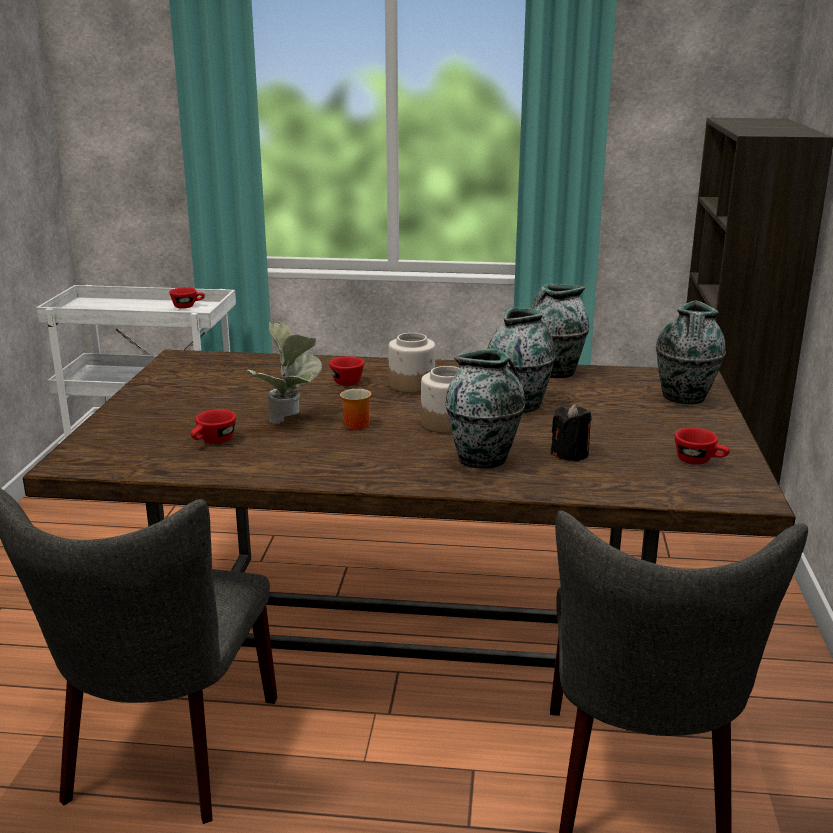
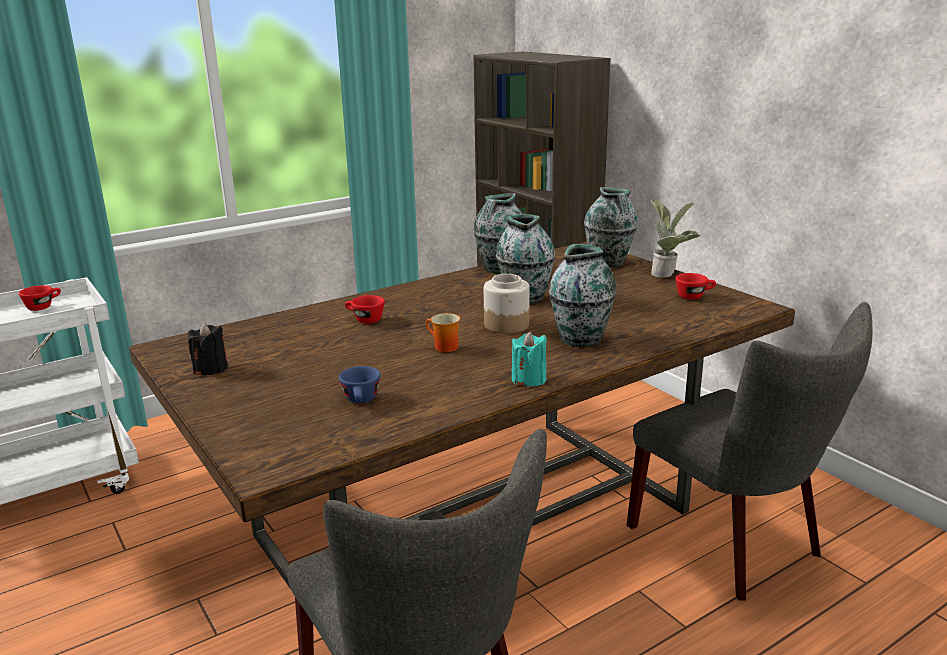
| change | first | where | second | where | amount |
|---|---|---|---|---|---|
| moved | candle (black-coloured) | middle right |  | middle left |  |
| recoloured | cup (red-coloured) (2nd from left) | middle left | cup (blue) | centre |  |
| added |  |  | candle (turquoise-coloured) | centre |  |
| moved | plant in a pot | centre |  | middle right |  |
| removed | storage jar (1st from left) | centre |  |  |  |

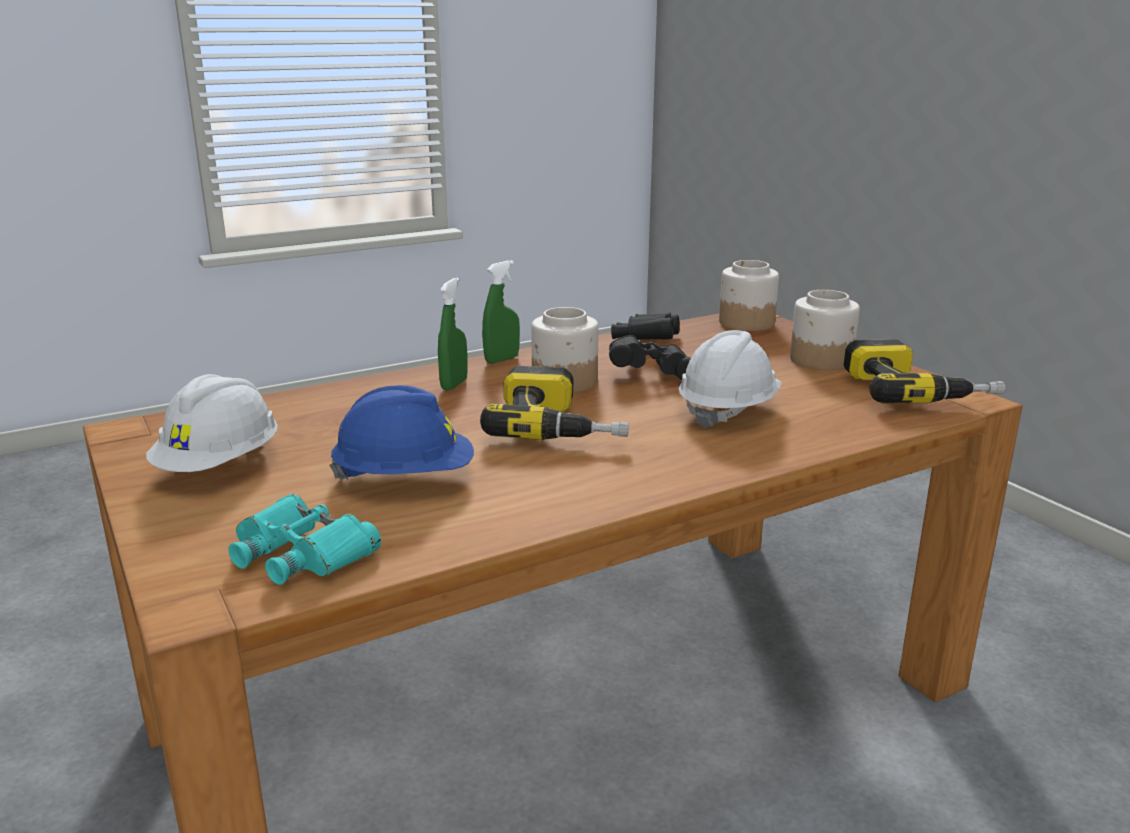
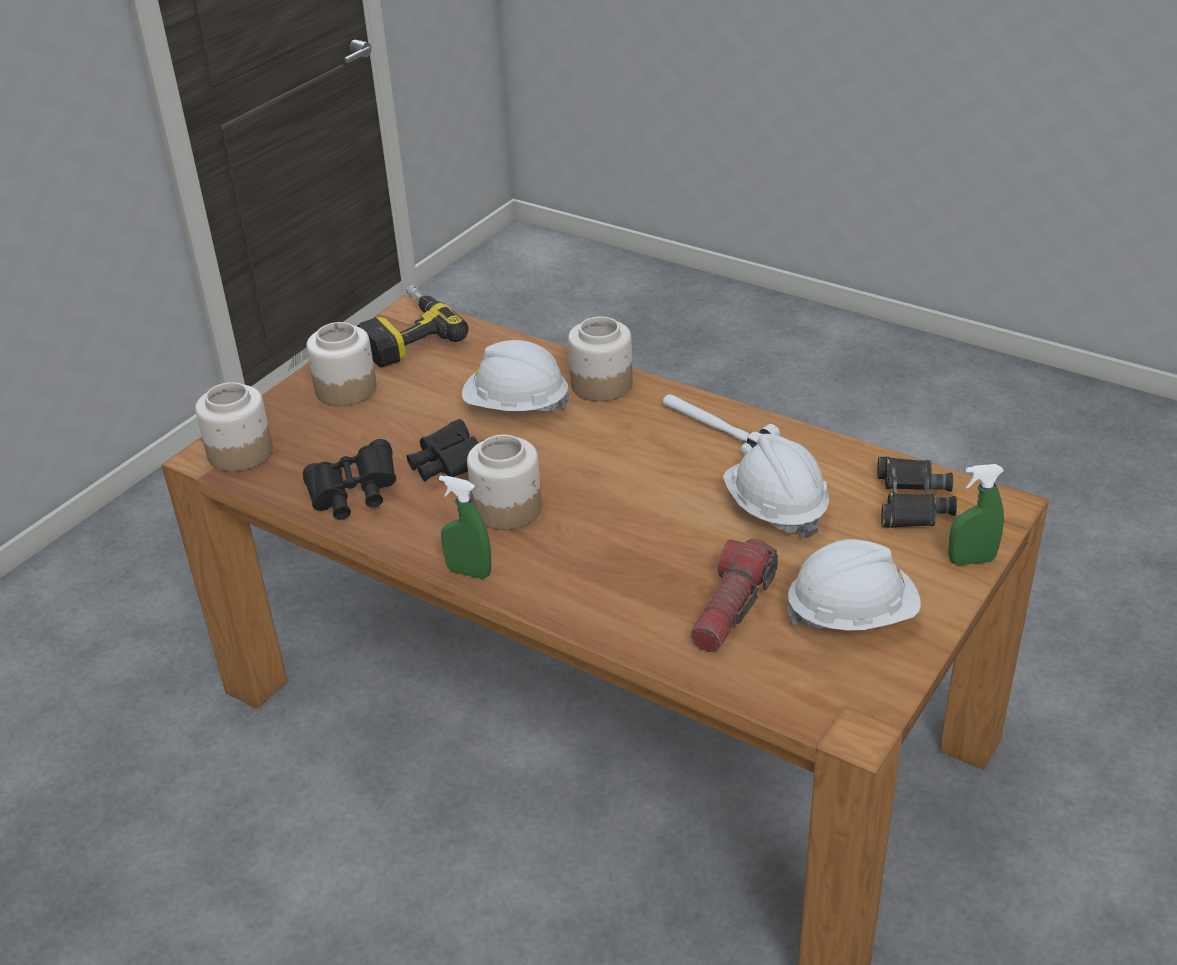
| change | first | where | second | where | amount |
|---|---|---|---|---|---|
| added |  |  | storage jar (4th from left) | centre |  |
| added |  |  | hammer | centre |  |
| added |  |  | torch | centre |  |
| recoloured | work helmet (blue) | centre | work helmet (white-coloured) (2nd from left) | centre |  |
| recoloured | field glasses (turquoise-coloured) | middle left | field glasses (black-coloured) (3rd from left) | middle right |  |
| moved | sprayer (green-coloured) (1st from left in the first image) | centre | sprayer (green-coloured) (2nd from left) | middle right |  |
| removed | drill (1st from left) | centre |  |  |  |

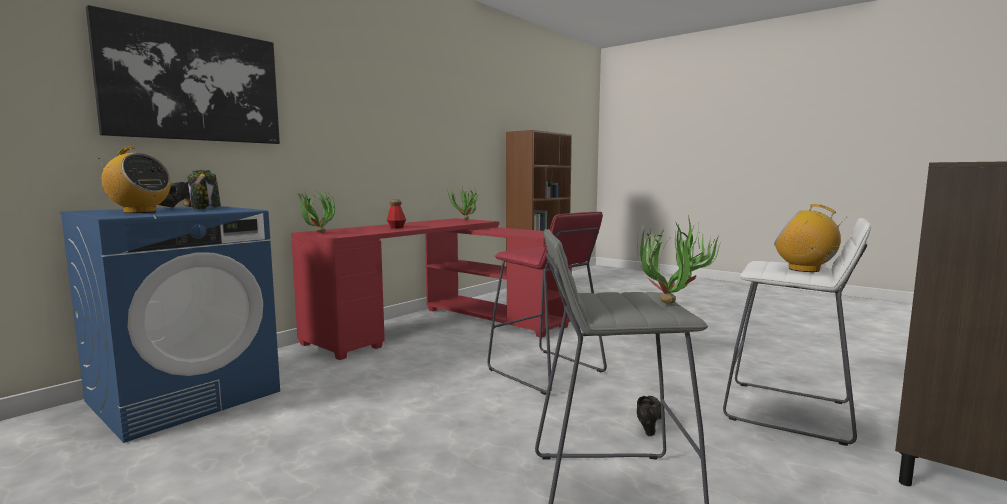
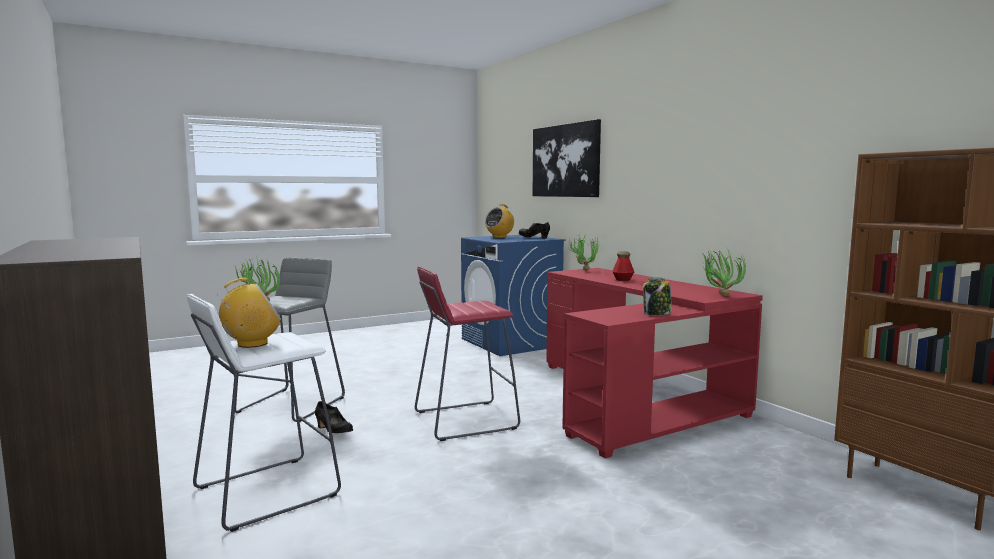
| change | first | where | second | where | amount |
|---|---|---|---|---|---|
| moved | storage jar | middle left |  | centre |  |

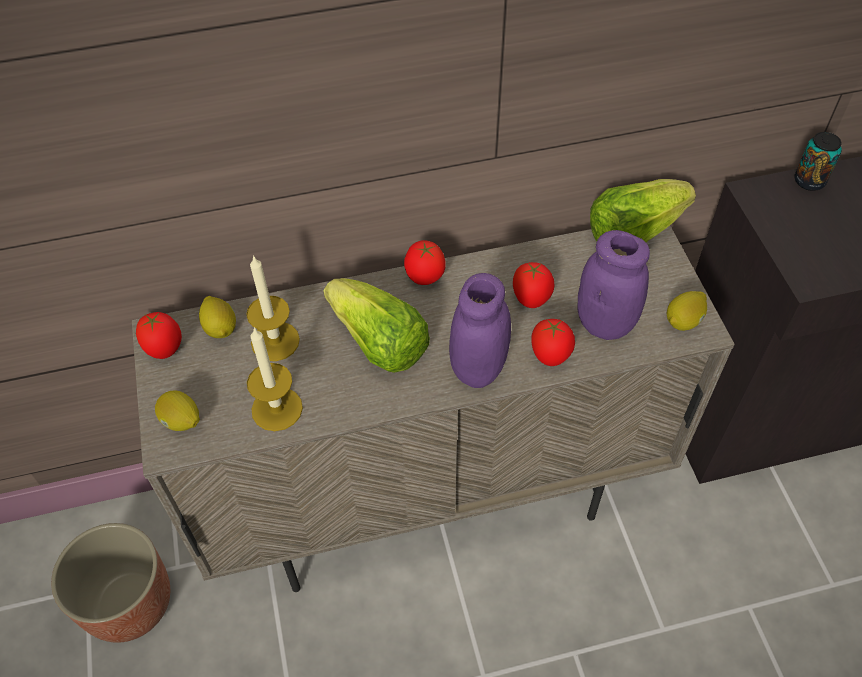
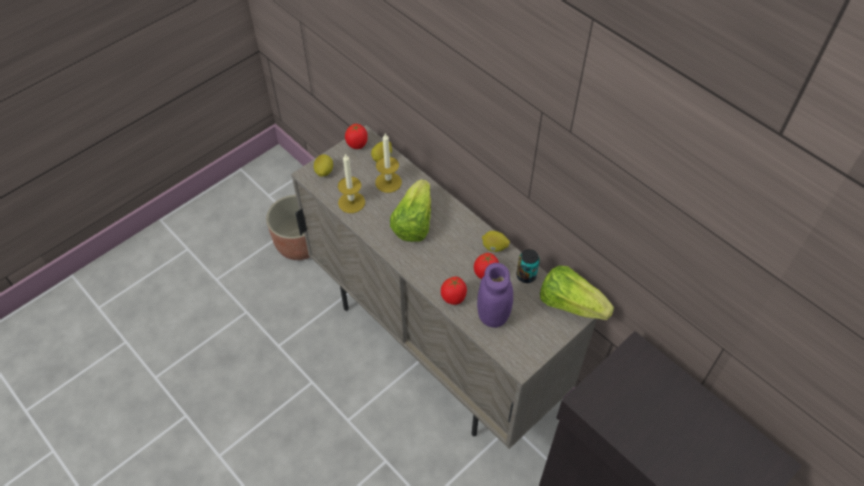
| change | first | where | second | where | amount |
|---|---|---|---|---|---|
| moved | lemon (3rd from left) | middle right |  | centre |  |
| moved | sealed can | top right |  | centre |  |
| removed | whole tomato (2nd from left) | centre |  |  |  |
| removed | storage jar (purplish) (1st from left) | centre |  |  |  |

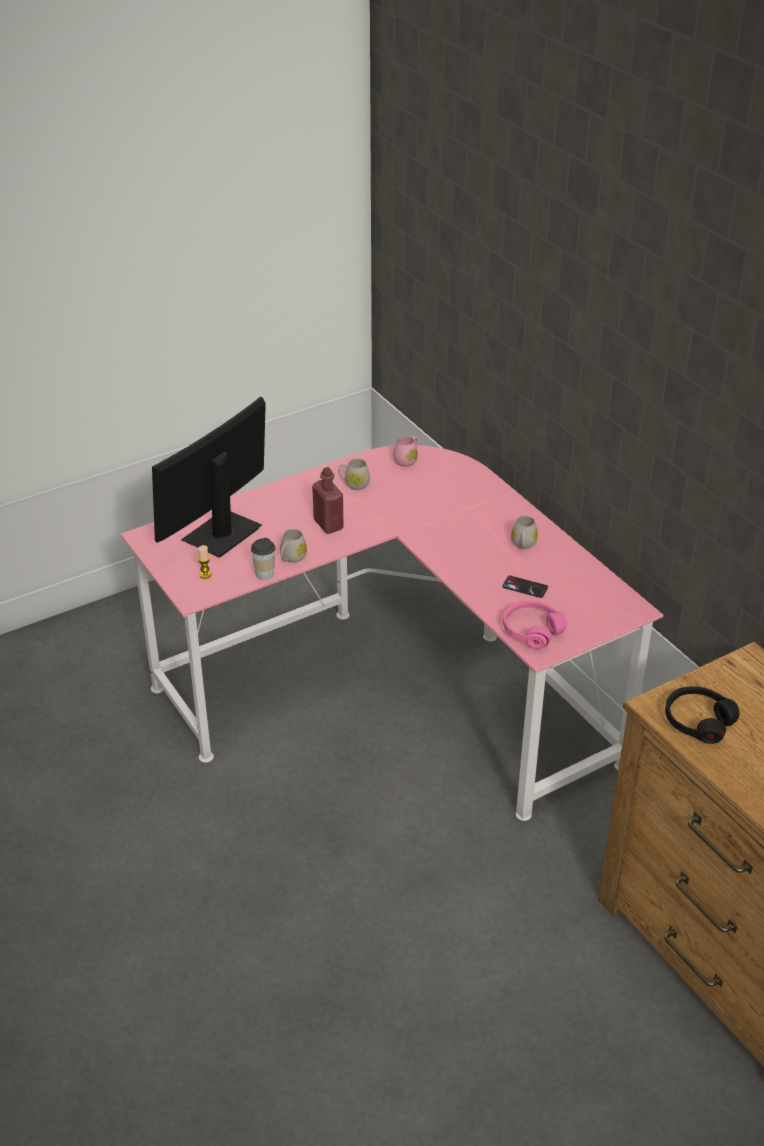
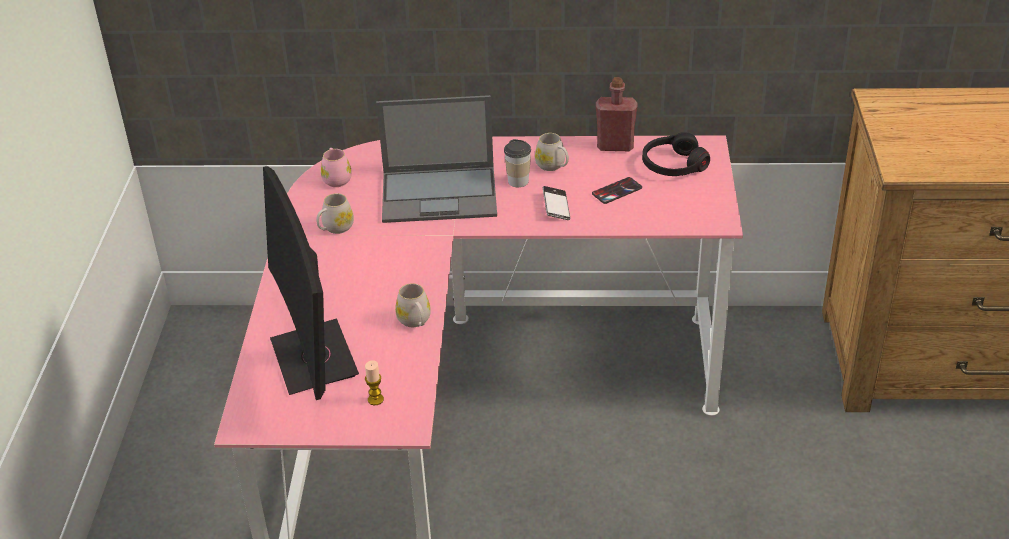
| change | first | where | second | where | amount |
|---|---|---|---|---|---|
| added |  |  | notebook computer | top centre |  |
| moved | cup | centre |  | top centre |  |
| added |  |  | phone (1st from left) | centre |  |
| moved | drink bottle (red-coloured) | centre |  | top centre |  |
| moved | headphones (black-coloured) | middle right |  | top right |  |
| removed | headphones (pinkish) | middle right |  |  |  |

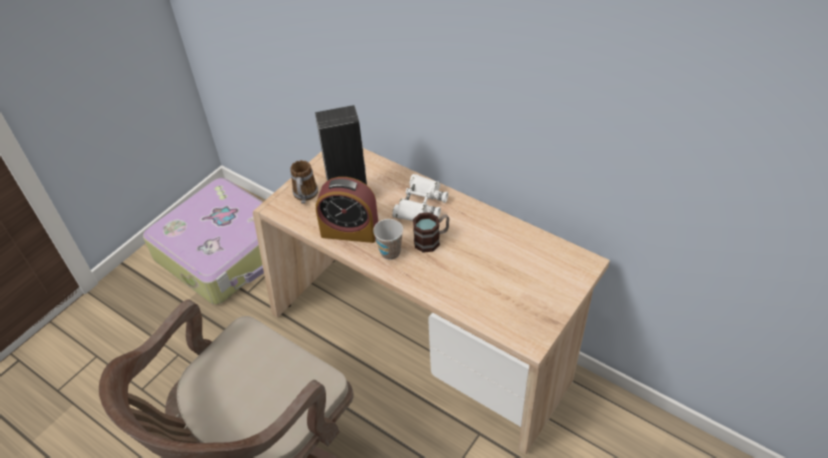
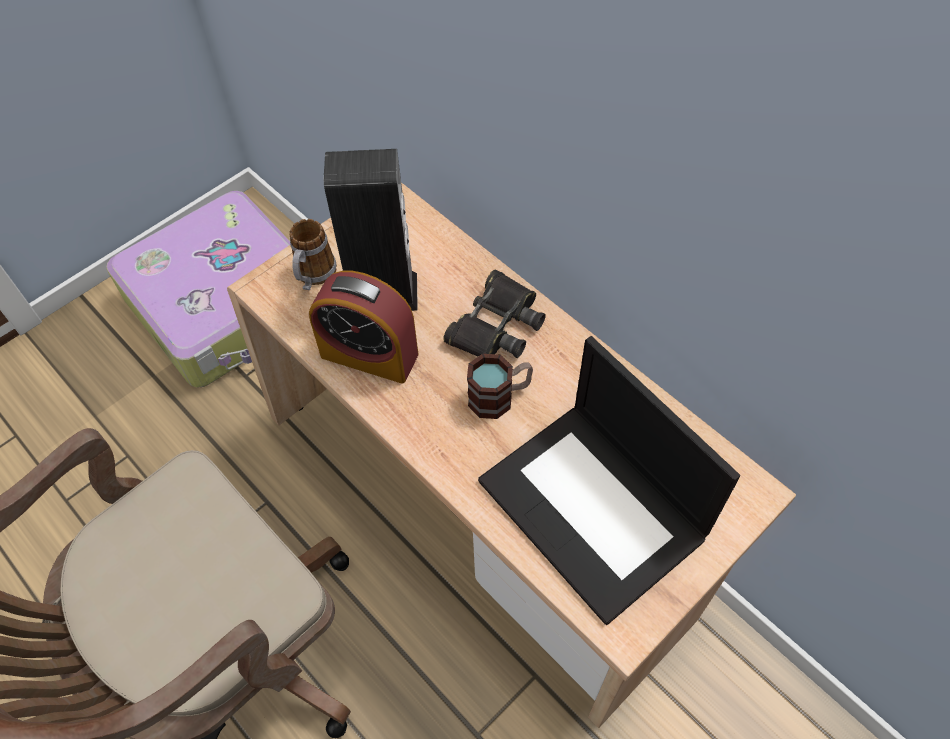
| change | first | where | second | where | amount |
|---|---|---|---|---|---|
| recoloured | field glasses (white-coloured) | centre | field glasses (black-coloured) | centre |  |
| added |  |  | notebook computer | centre |  |
| removed | cup | centre |  |  |  |

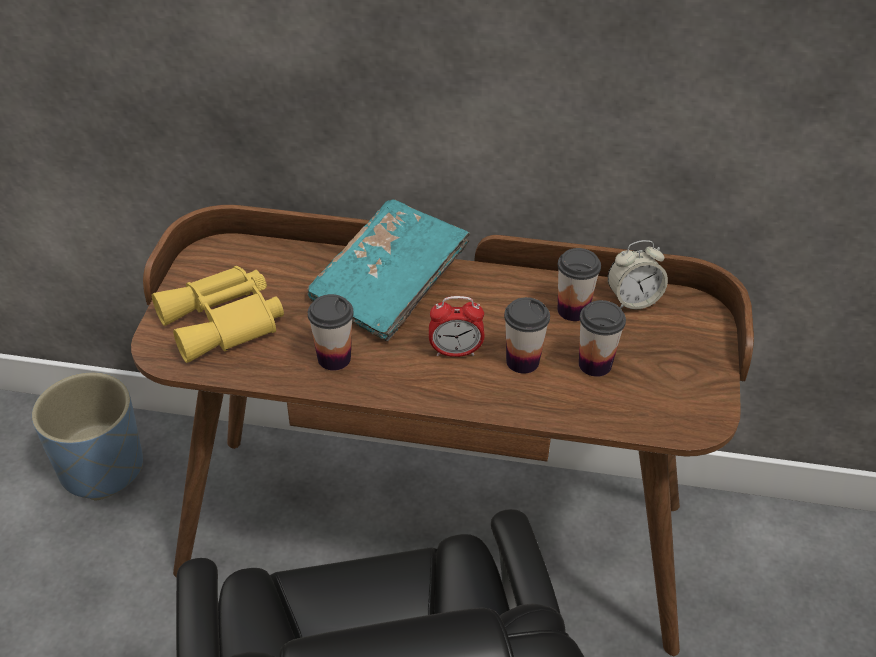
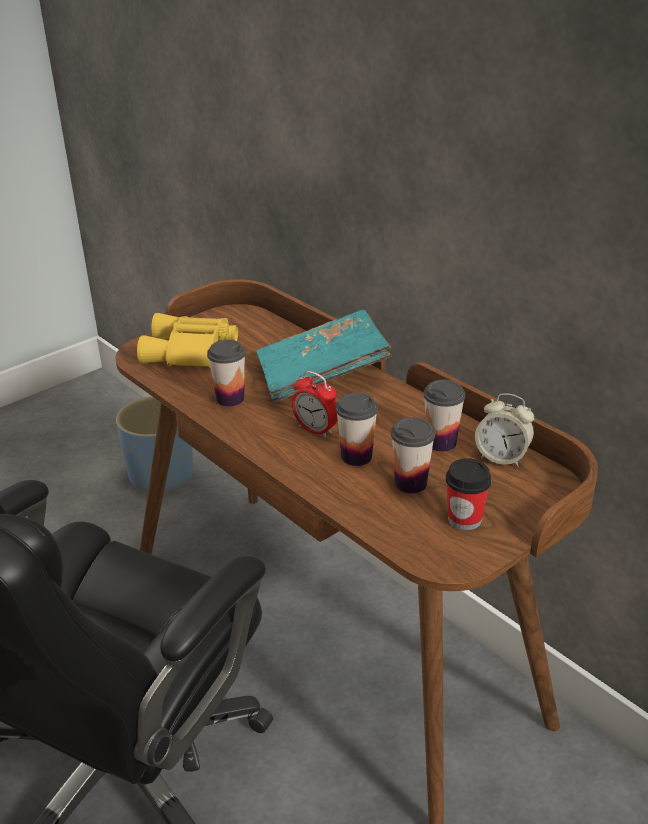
| change | first | where | second | where | amount |
|---|---|---|---|---|---|
| added |  |  | cup (5th from left) | middle right |  |

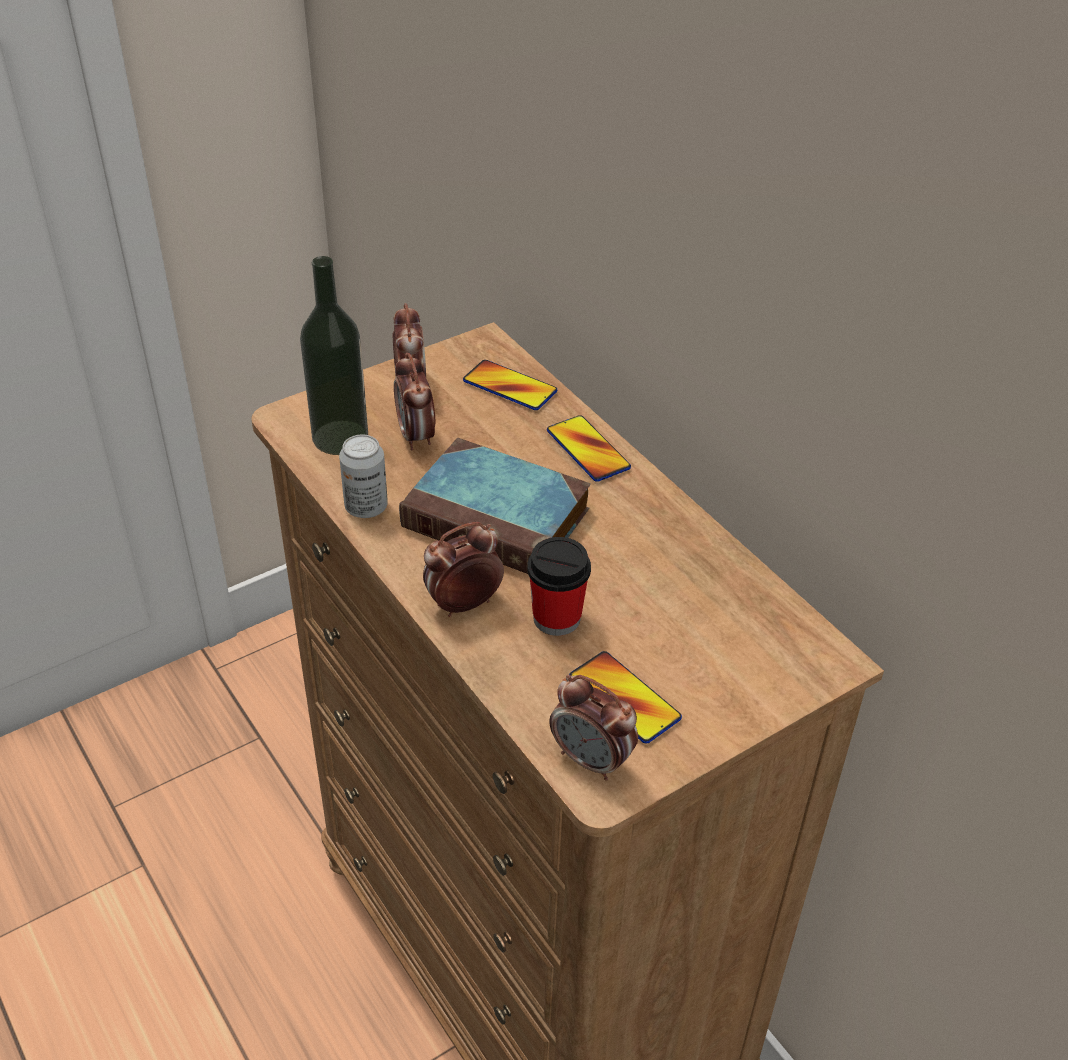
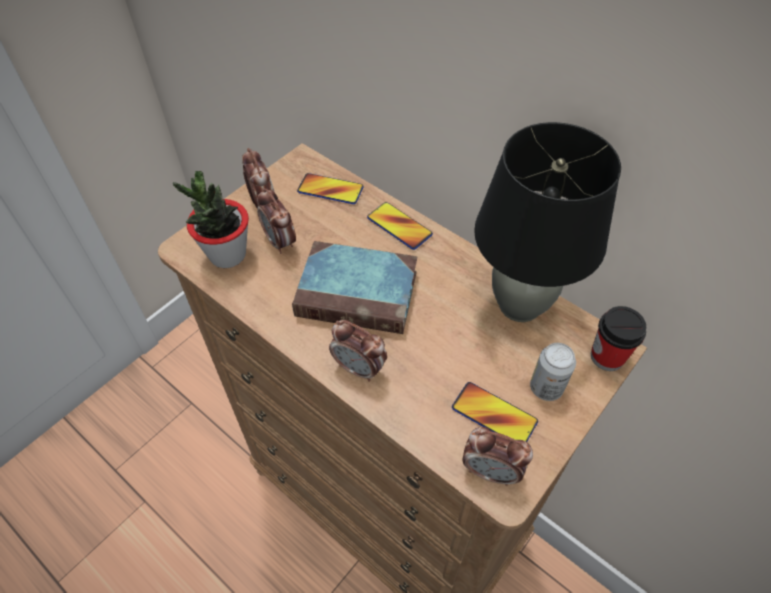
| change | first | where | second | where | amount |
|---|---|---|---|---|---|
| replaced | drink bottle | middle left | plant in a pot | middle left |  |
| turned | alarm clock (3rd from left) | centre |  | centre | 105 degrees counterclockwise |
| added |  |  | table lamp (black-coloured) | middle right |  |
| moved | sealed can | centre |  | middle right |  |
| moved | cup | centre |  | middle right |  |

